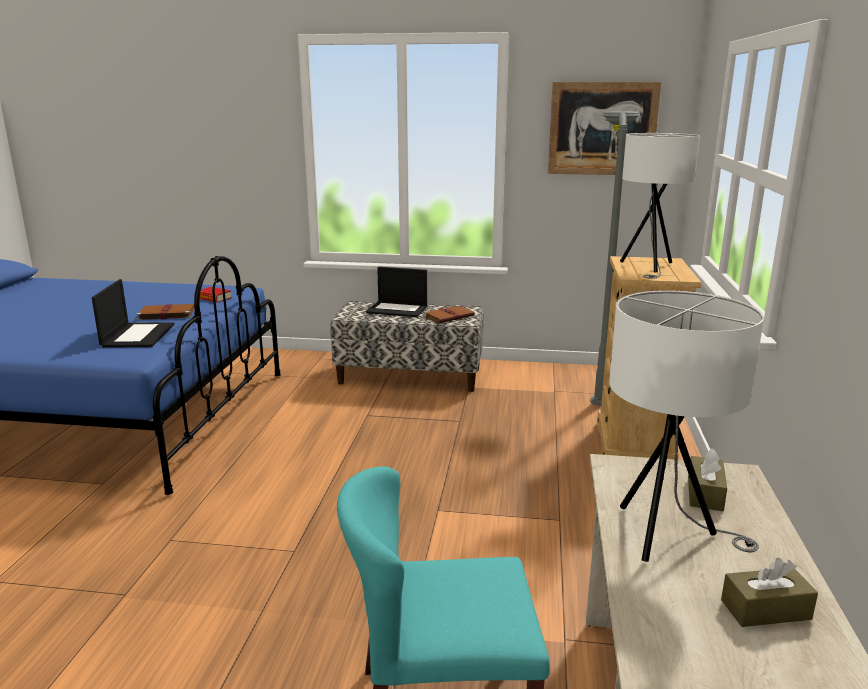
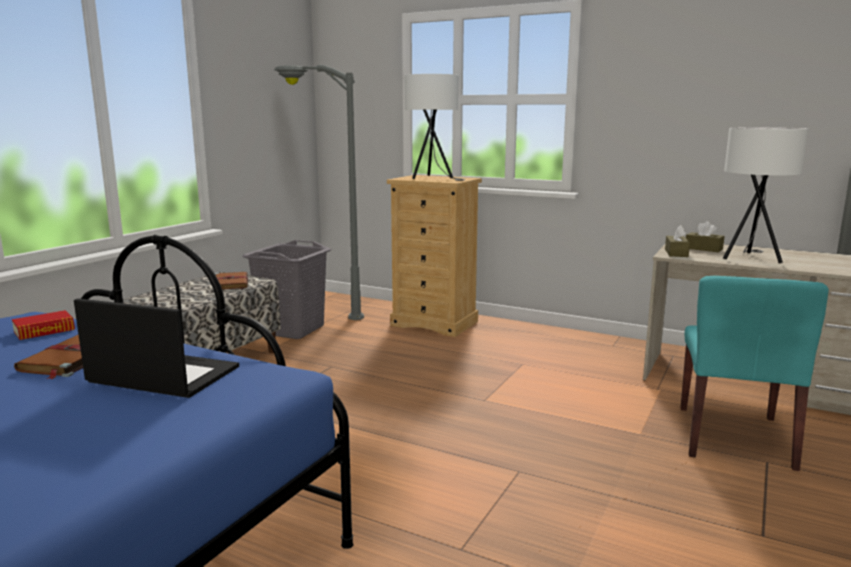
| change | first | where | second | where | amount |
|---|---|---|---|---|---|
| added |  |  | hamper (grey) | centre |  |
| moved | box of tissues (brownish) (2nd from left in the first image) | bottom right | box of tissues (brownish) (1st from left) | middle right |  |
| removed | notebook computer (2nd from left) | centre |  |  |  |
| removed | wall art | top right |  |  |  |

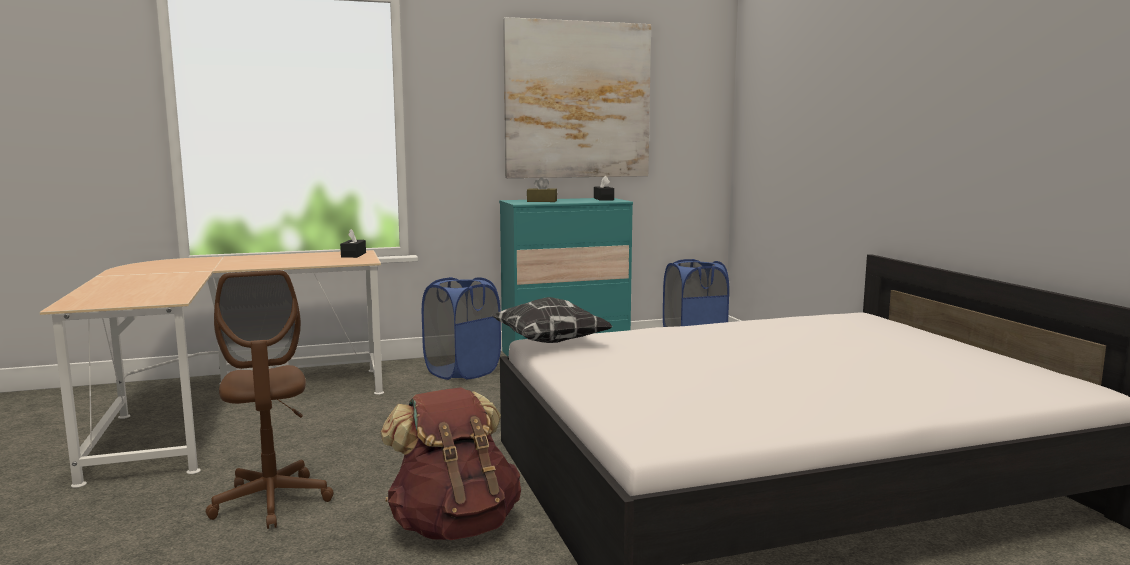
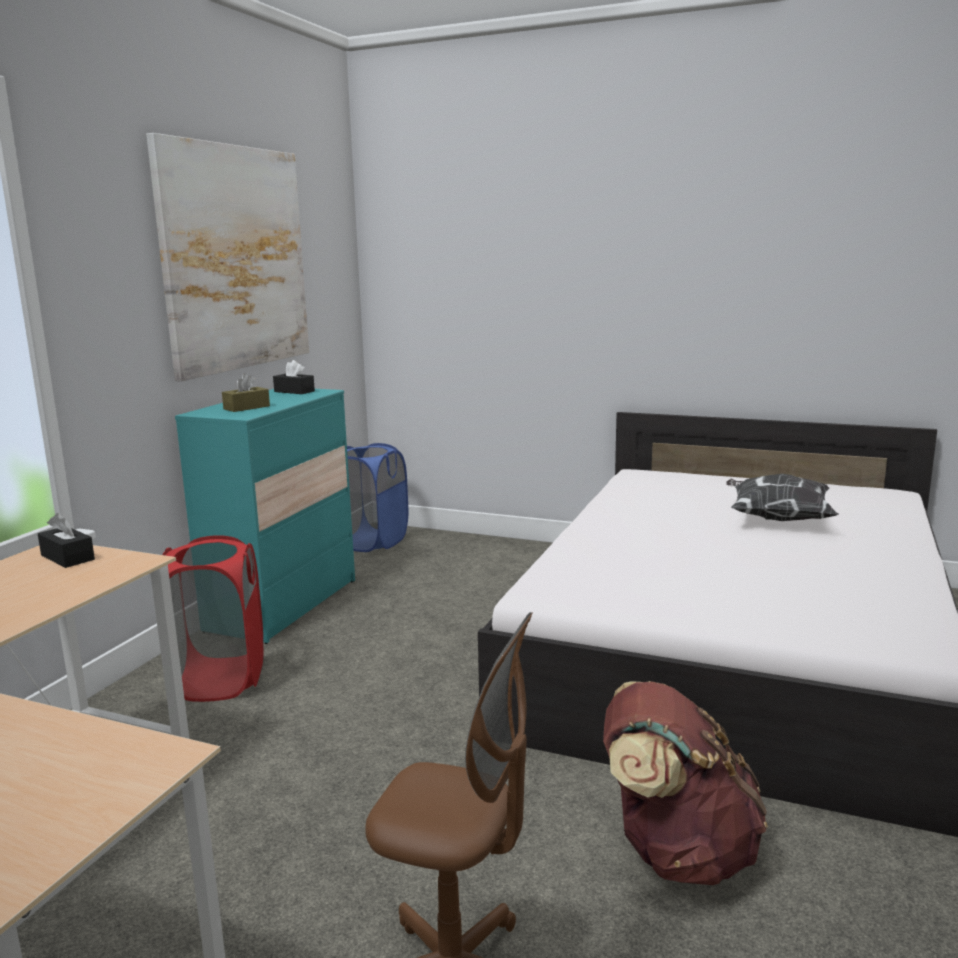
| change | first | where | second | where | amount |
|---|---|---|---|---|---|
| recoloured | hamper (blue) (1st from left) | centre | hamper (red-coloured) | middle left |  |
| moved | cushion | centre |  | middle right |  |

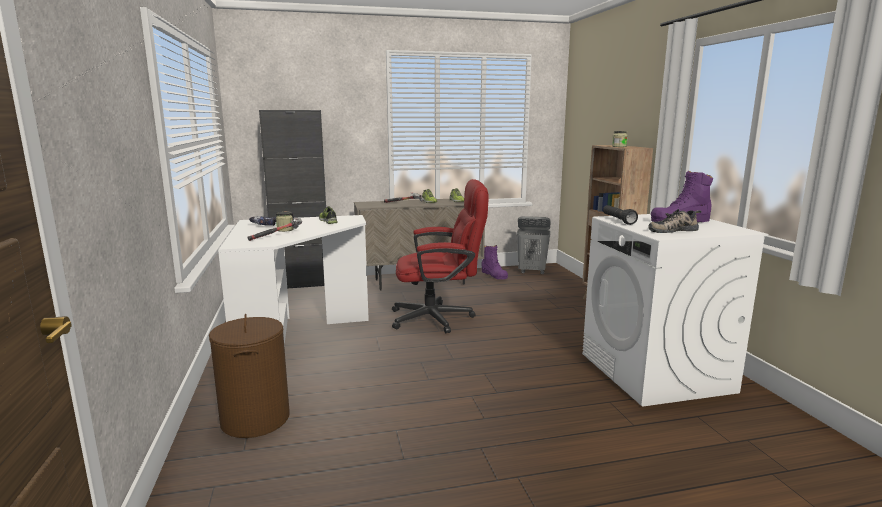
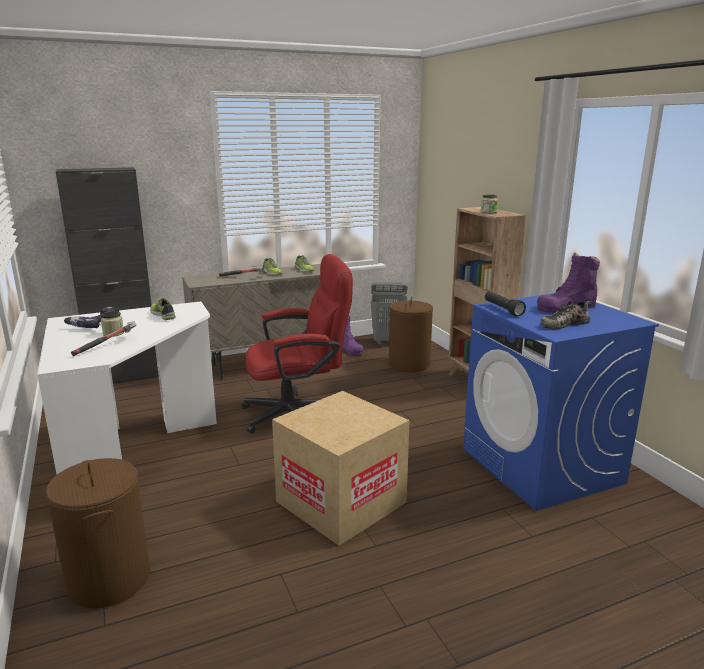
| change | first | where | second | where | amount |
|---|---|---|---|---|---|
| added |  |  | packing box | bottom centre |  |
| added |  |  | hamper (brownish) (2nd from left) | centre |  |
| recoloured | laundry appliance (white-coloured) | middle right | laundry appliance (blue) | middle right |  |

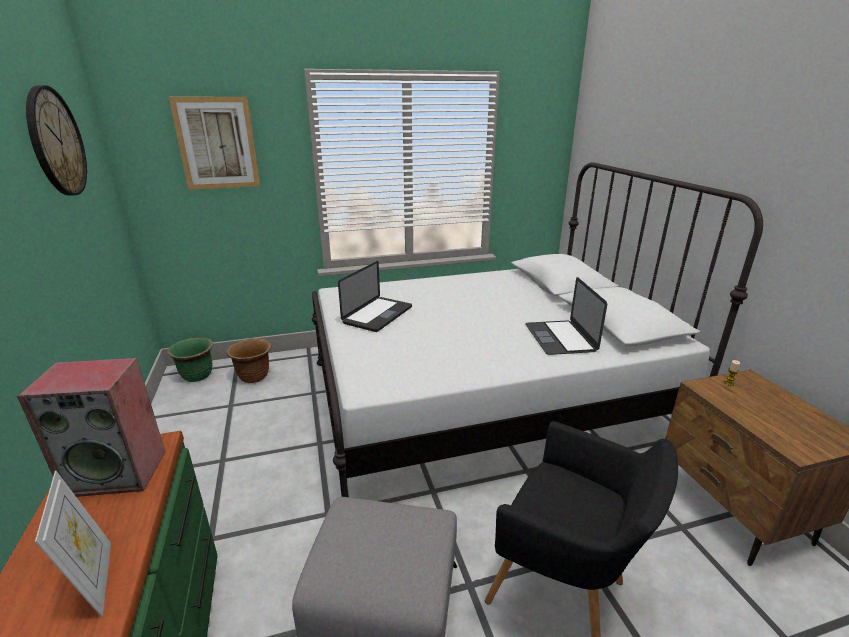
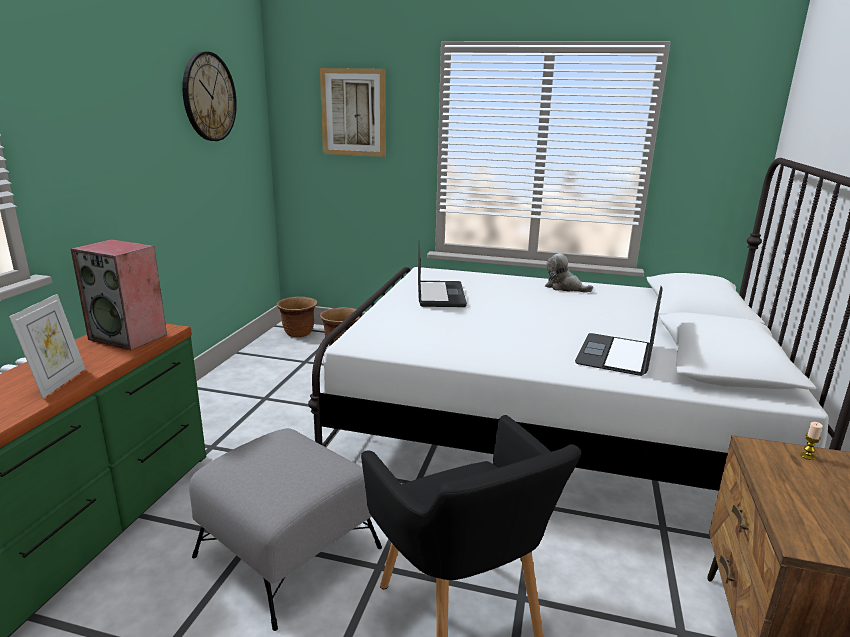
| change | first | where | second | where | amount |
|---|---|---|---|---|---|
| recoloured | flower pot (green-coloured) | middle left | flower pot (brownish) (1st from left) | centre |  |
| turned | notebook computer (1st from left) | centre |  | centre | 60 degrees counterclockwise |
| added |  |  | plush toy | middle right |  |

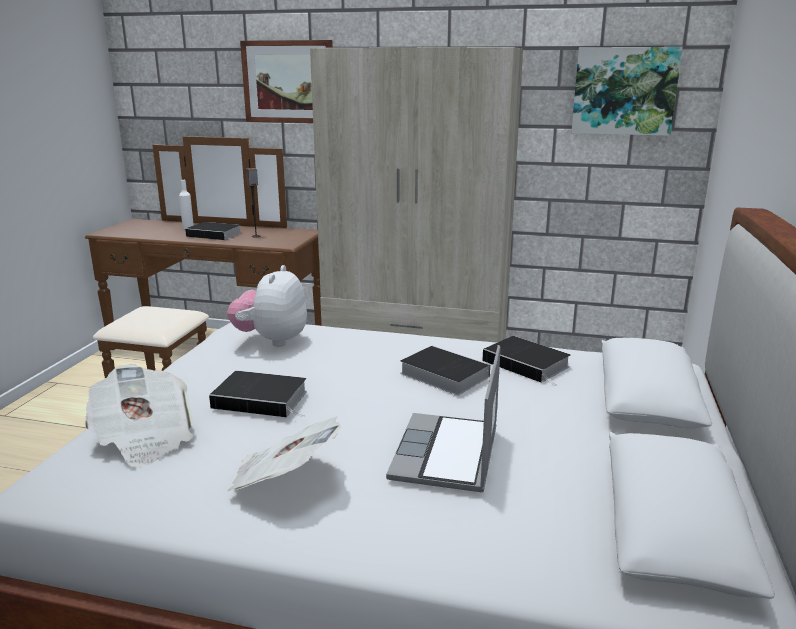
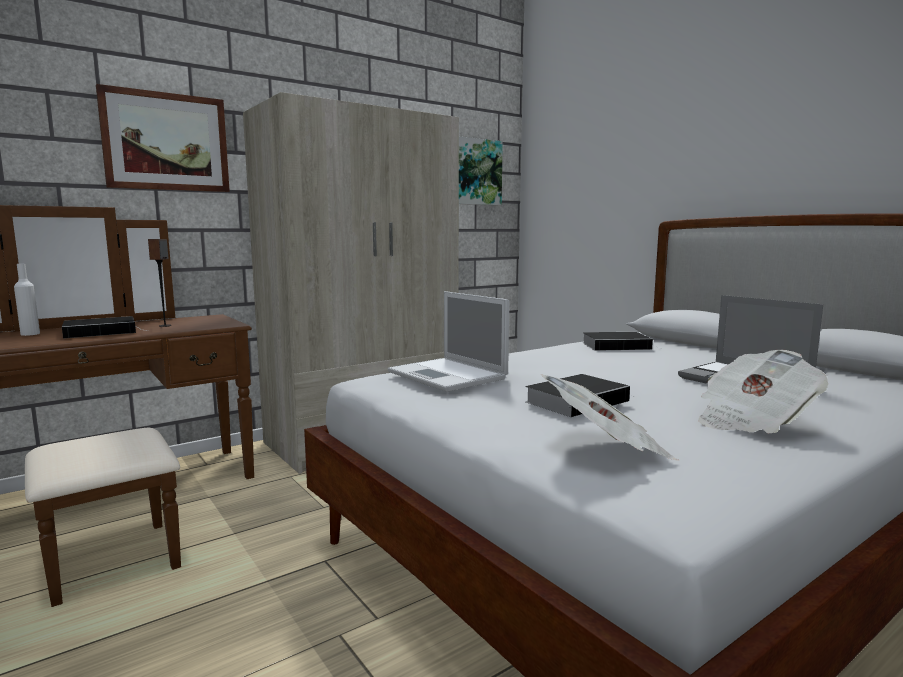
| change | first | where | second | where | amount |
|---|---|---|---|---|---|
| replaced | plush toy | centre | notebook computer (1st from left) | centre |  |
| removed | book (3rd from left) | centre |  |  |  |

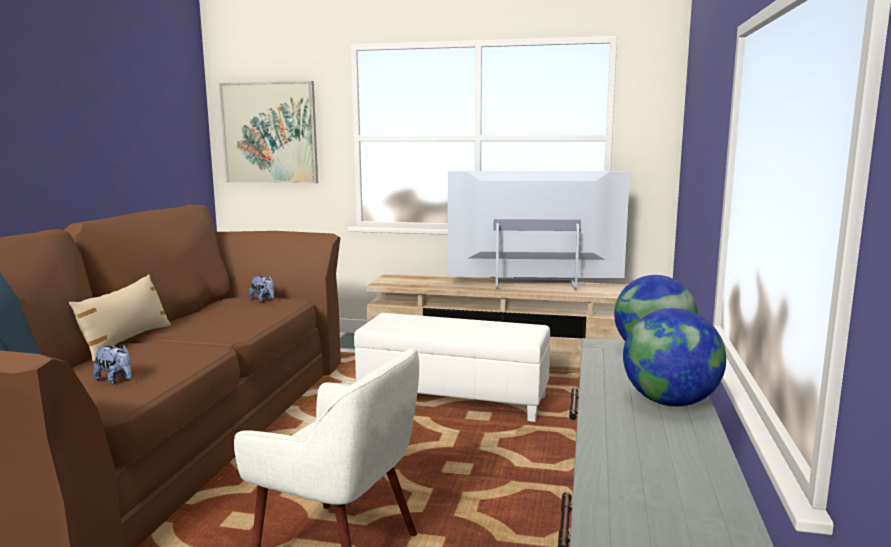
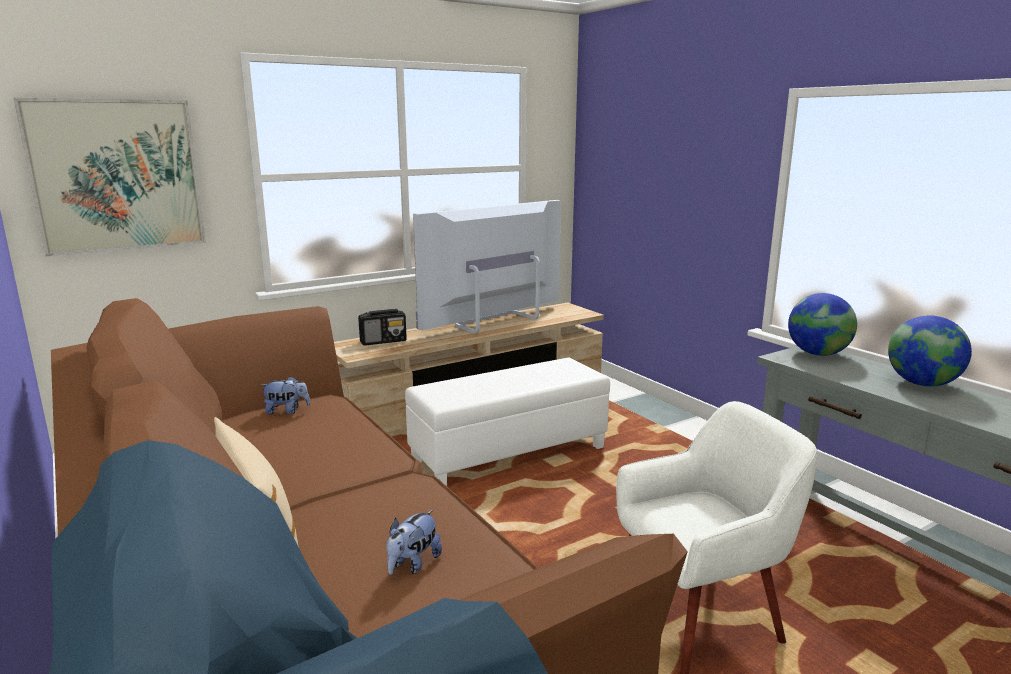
| change | first | where | second | where | amount |
|---|---|---|---|---|---|
| added |  |  | radio set | centre |  |
| turned | plush toy (1st from left in the first image) | middle left | plush toy (2nd from left) | bottom centre | 135 degrees clockwise |

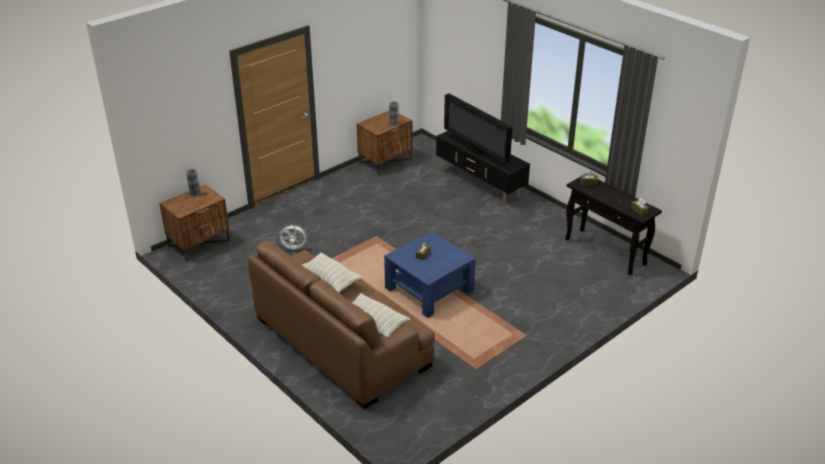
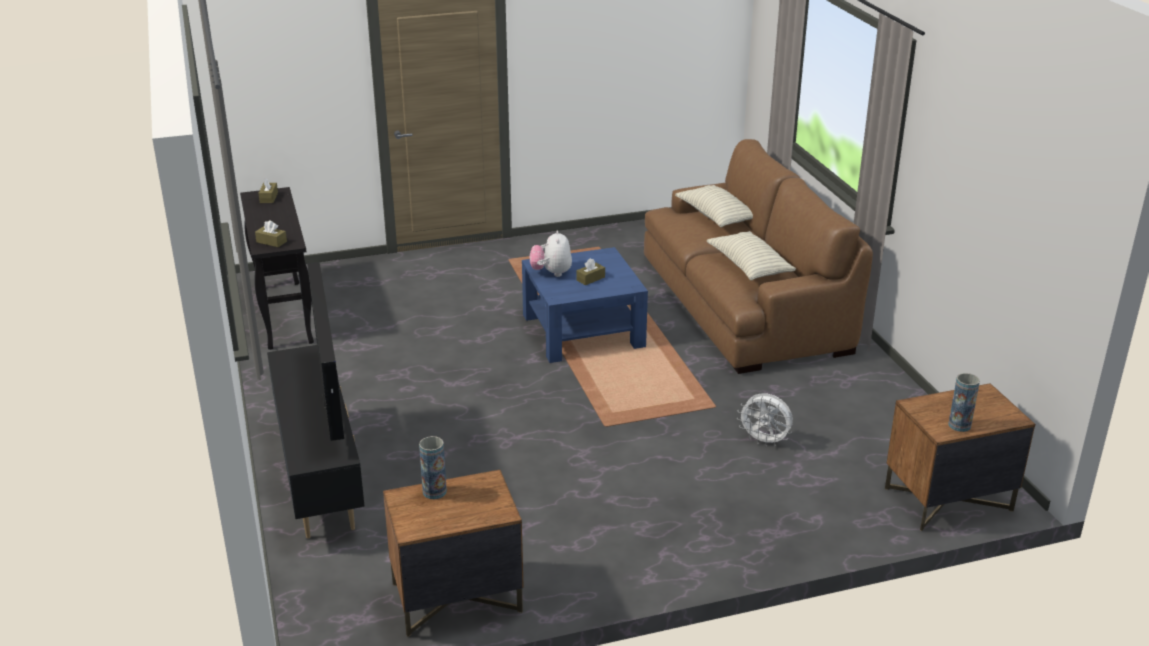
| change | first | where | second | where | amount |
|---|---|---|---|---|---|
| added |  |  | plush toy | centre |  |

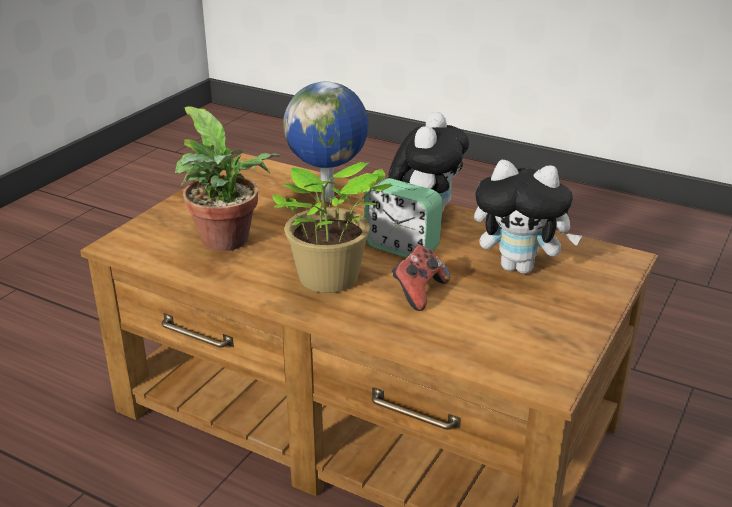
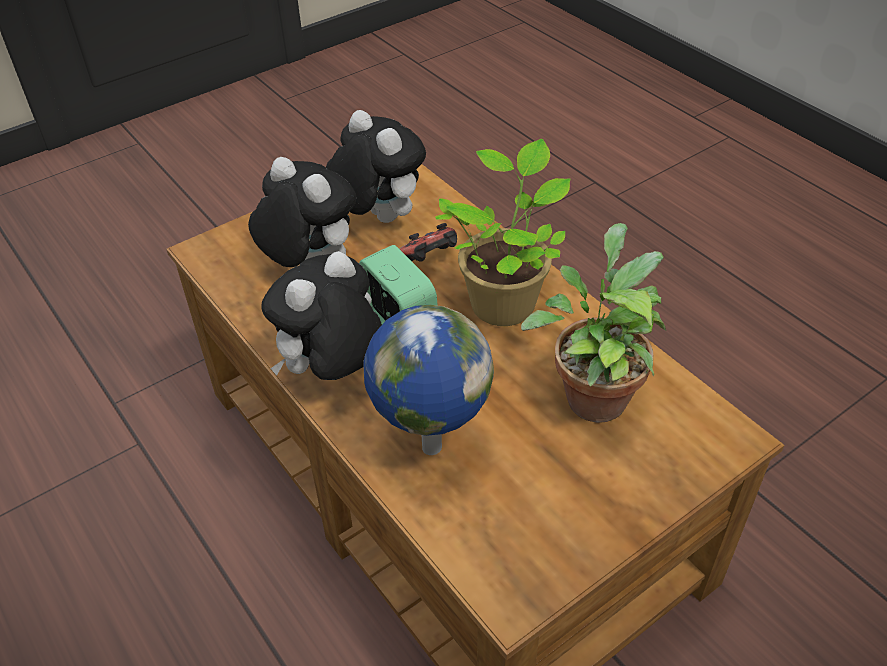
| change | first | where | second | where | amount |
|---|---|---|---|---|---|
| added |  |  | plush toy (3rd from left) | top centre |  |

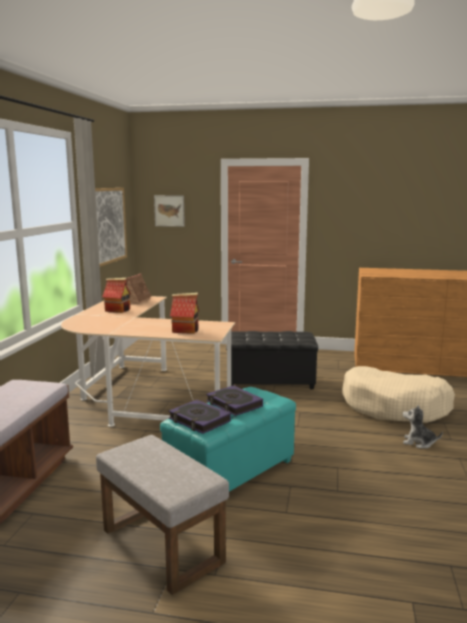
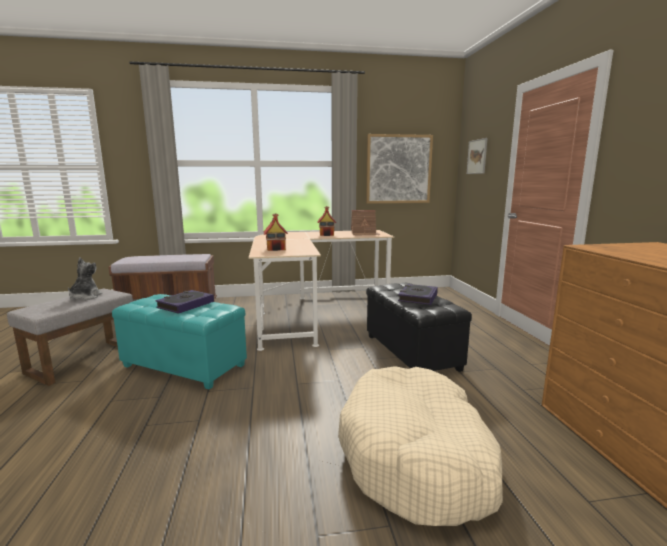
| change | first | where | second | where | amount |
|---|---|---|---|---|---|
| moved | plush toy | bottom right |  | middle left |  |
| moved | book (1st from left in the first image) | bottom centre | book (2nd from left) | centre |  |

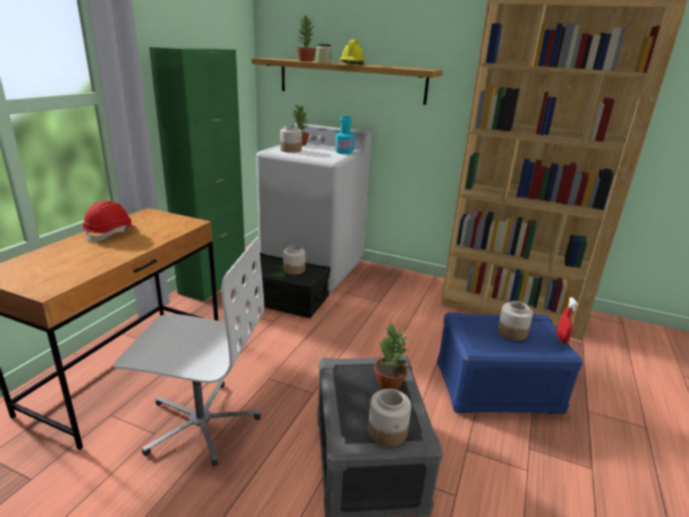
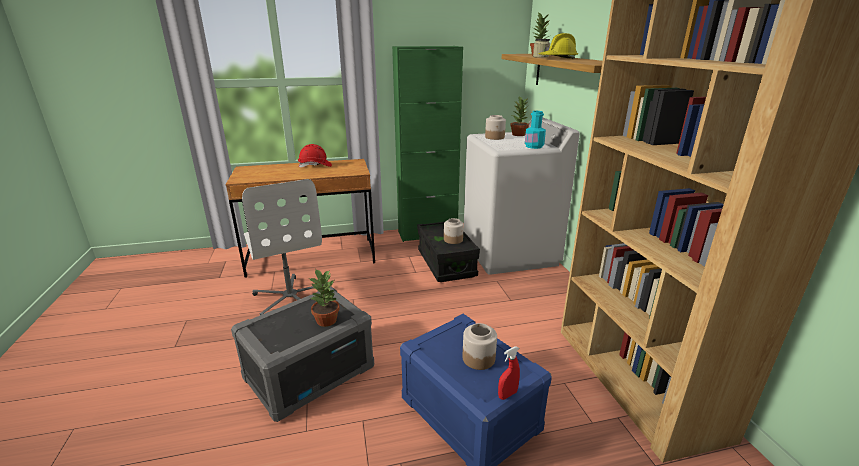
| change | first | where | second | where | amount |
|---|---|---|---|---|---|
| removed | storage jar (4th from left) | bottom centre |  |  |  |

